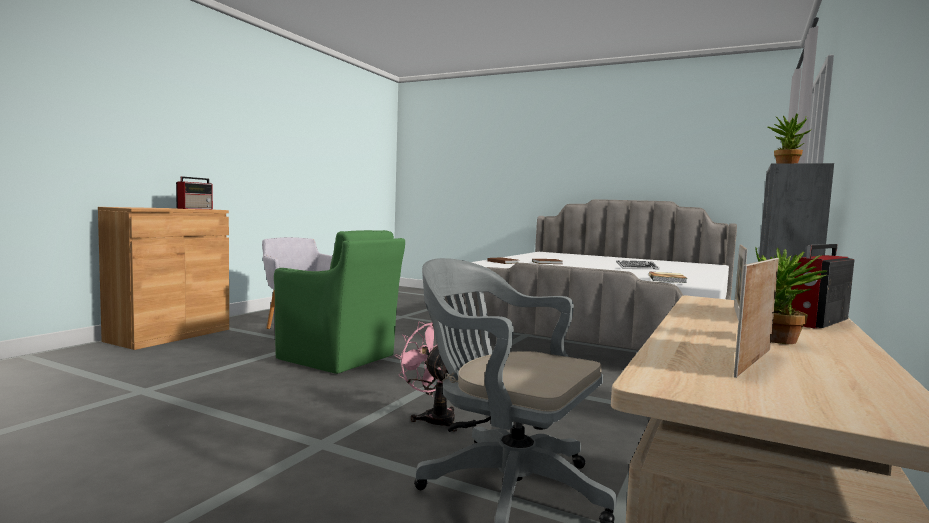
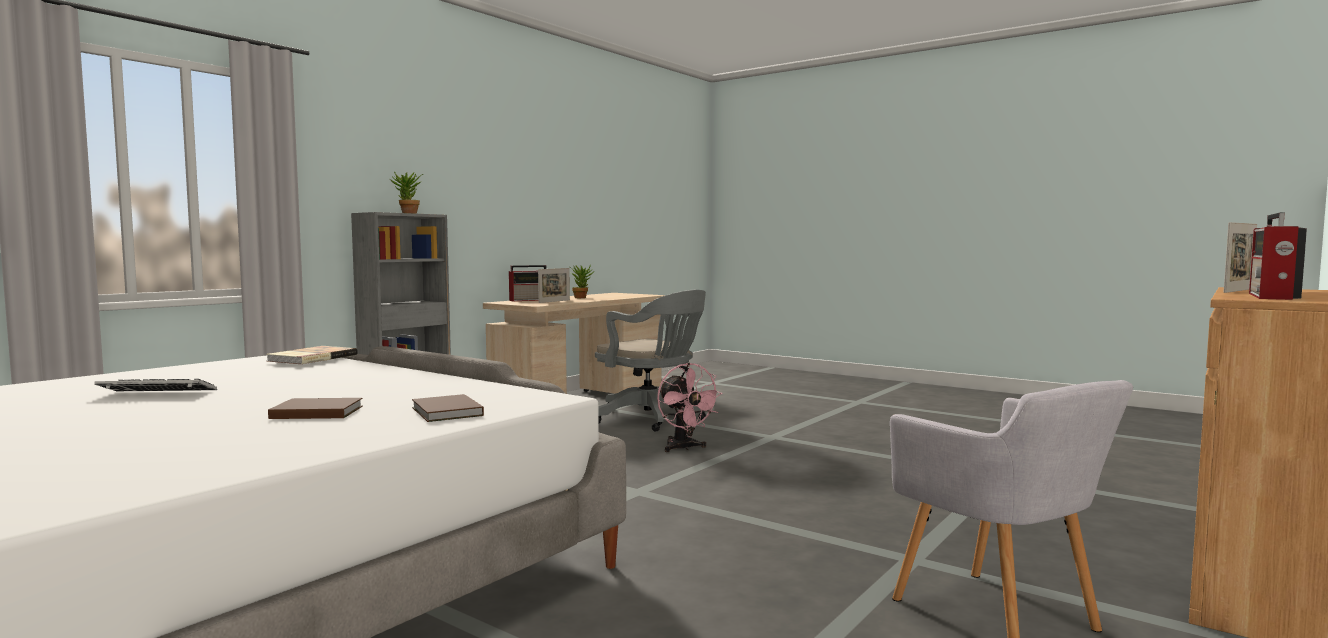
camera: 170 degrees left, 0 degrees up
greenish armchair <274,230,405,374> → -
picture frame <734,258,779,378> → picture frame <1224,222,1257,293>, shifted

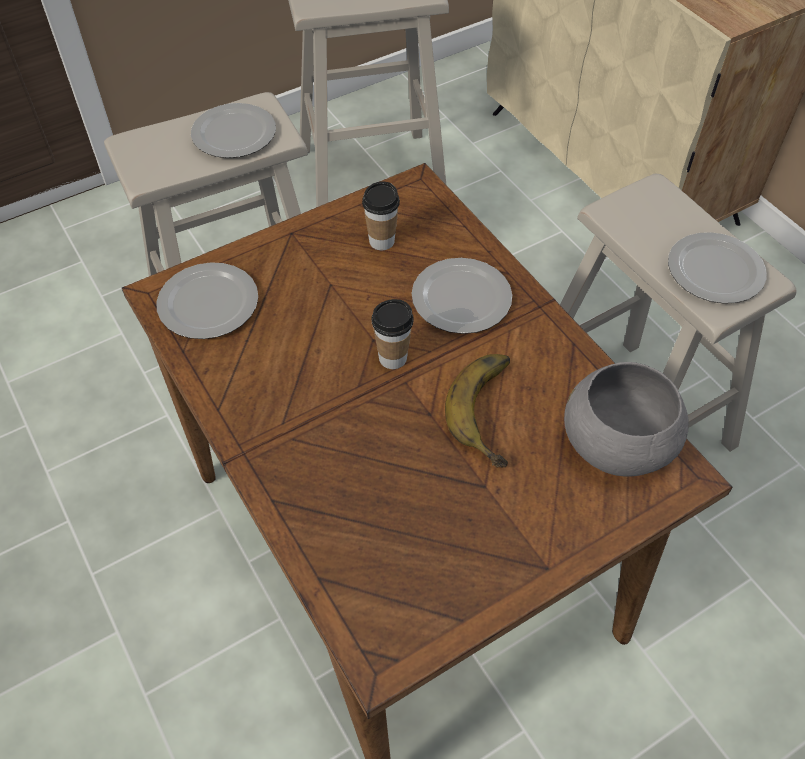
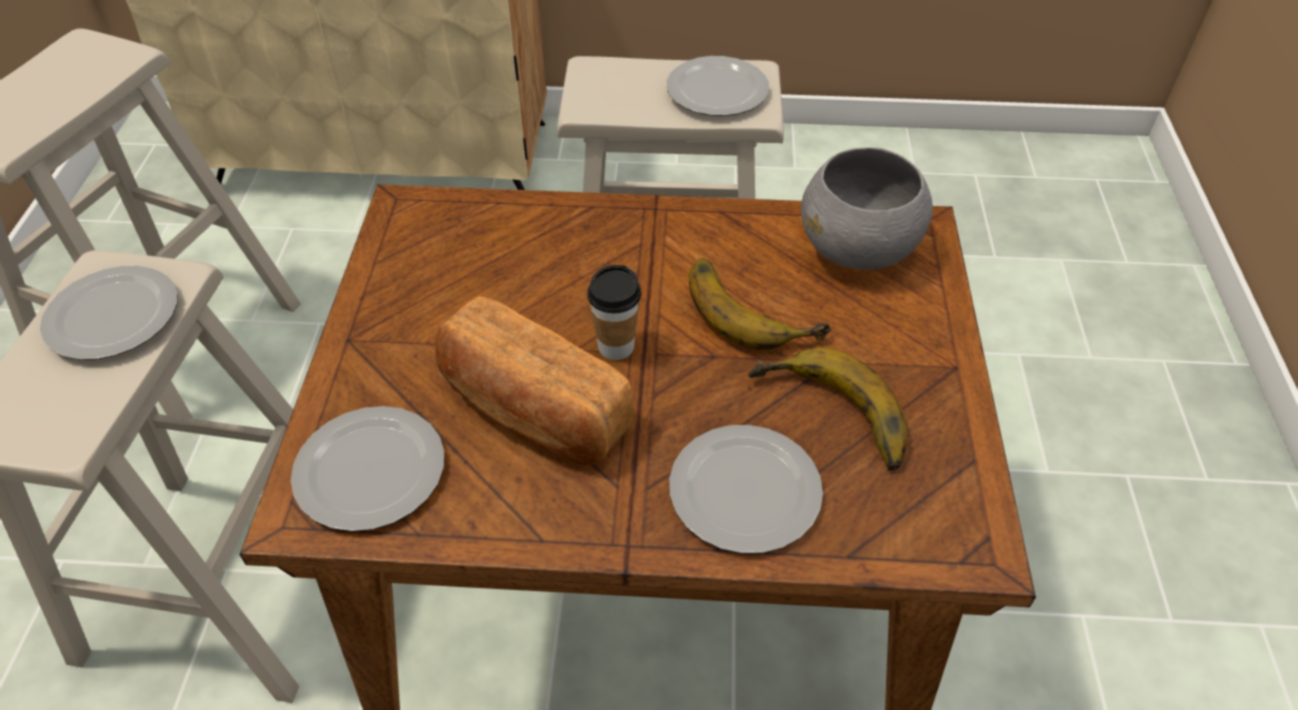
camera: 55 degrees left, 5 degrees down
small cup <362,182,400,250> → -
plate <412,258,512,334> → plate <669,425,823,554>, shifted
- → bakery bread <435,296,634,465>
- → whole banana <748,347,907,471>

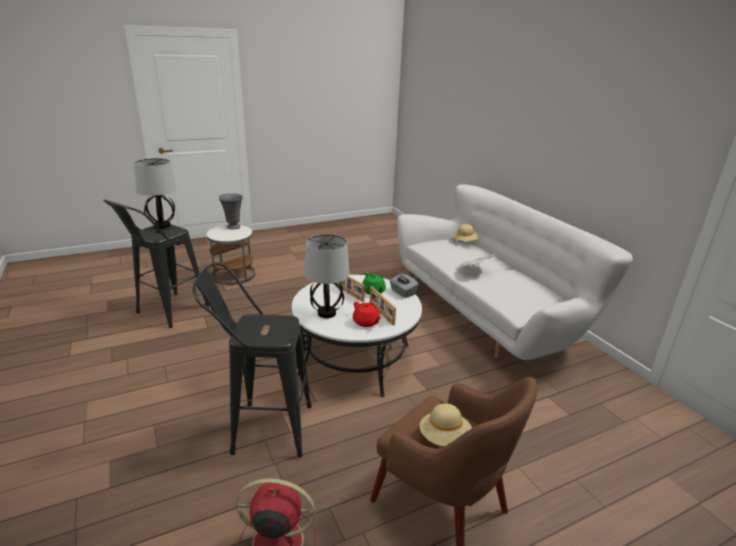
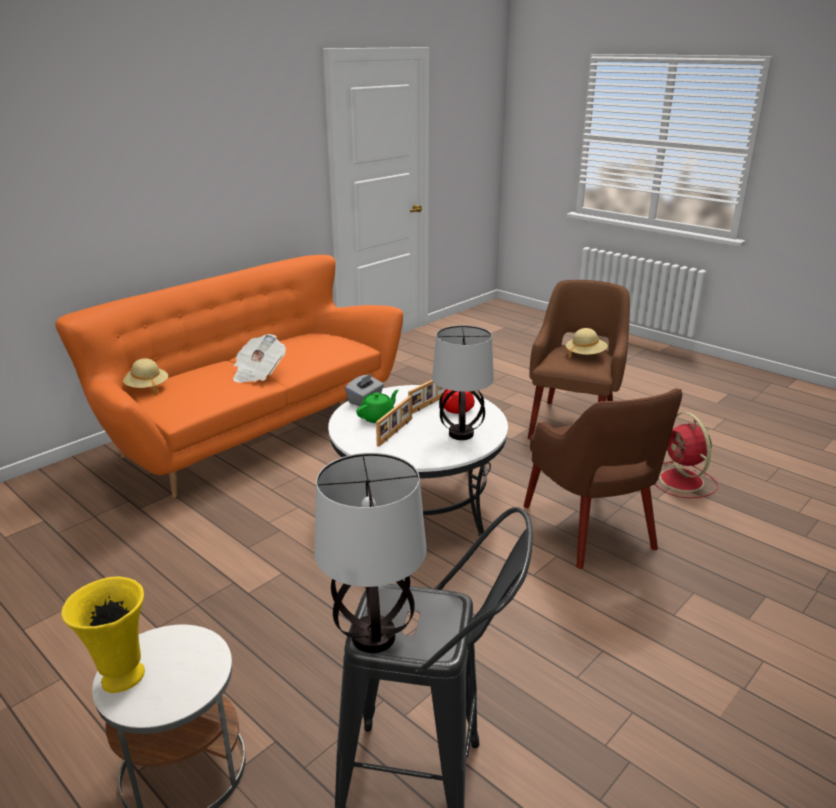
camera: 110 degrees left, 0 degrees up
white settee <397,184,633,360> → orange settee <55,255,403,498>
greyish flower vase <219,193,243,229> → yellowish flower vase <61,576,145,693>
black stool <192,262,312,458> → brown armchair <524,388,682,569>

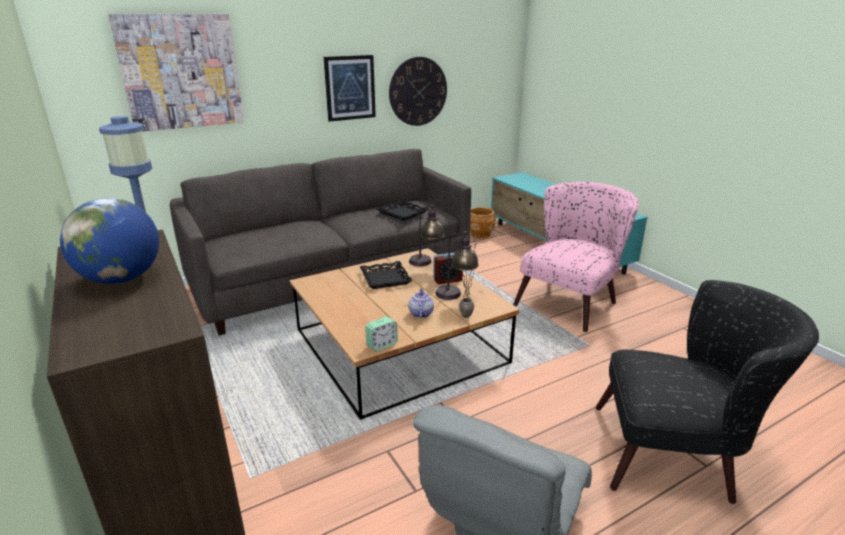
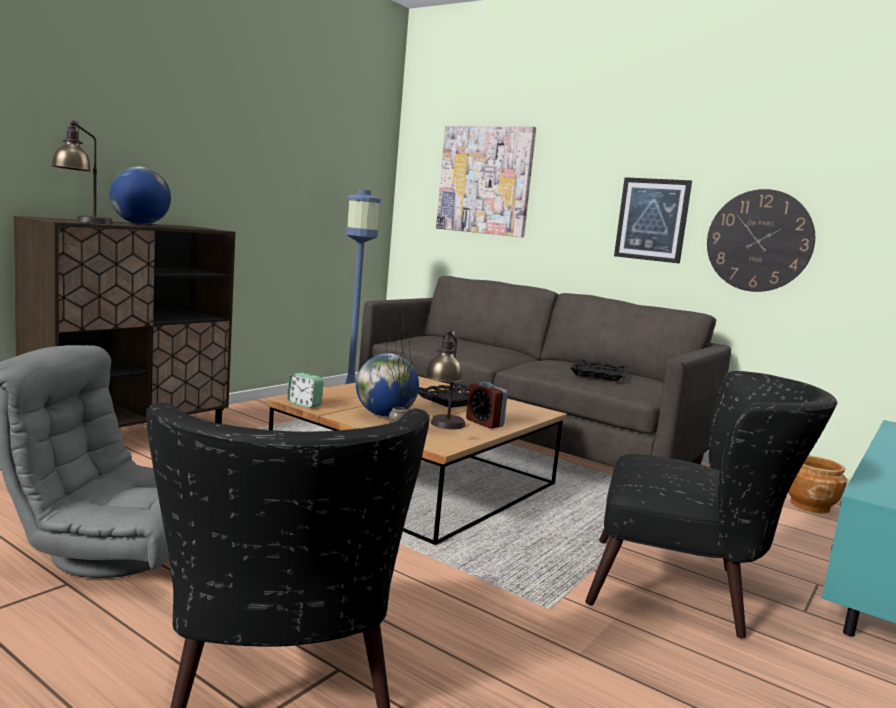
camera: 65 degrees right, 15 degrees down
pink armchair <513,182,639,332> → black armchair <585,371,837,638>
table lamp <409,204,445,266> → table lamp <51,120,113,224>, shifted
pot for tea <409,288,434,318> → desk globe <356,353,419,417>

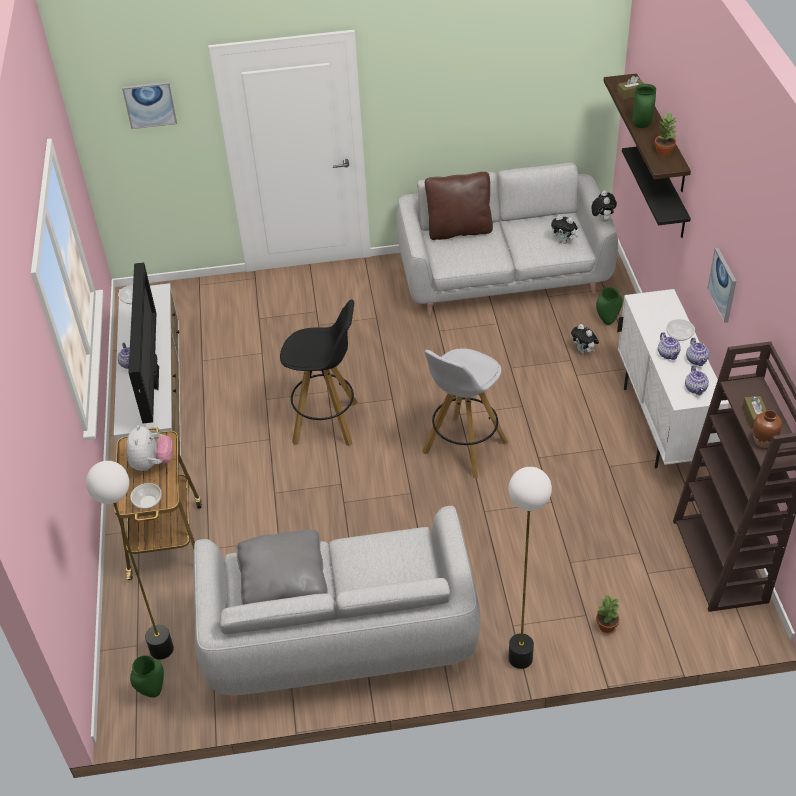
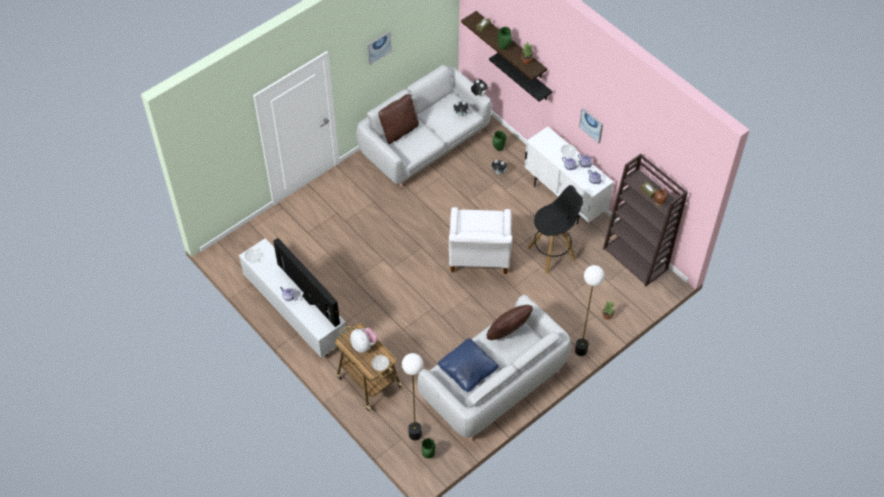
camera: 35 degrees left, 10 degrees up
wall art <122,82,177,129> → wall art <367,31,391,65>, shifted
black stool <280,299,358,446> → black stool <528,185,583,274>, shifted
white stool <422,349,508,478> → white armchair <449,207,513,274>
greyish pillow <236,529,328,605> → bluish pillow <438,338,499,392>
- → brown pillow <487,305,533,340>

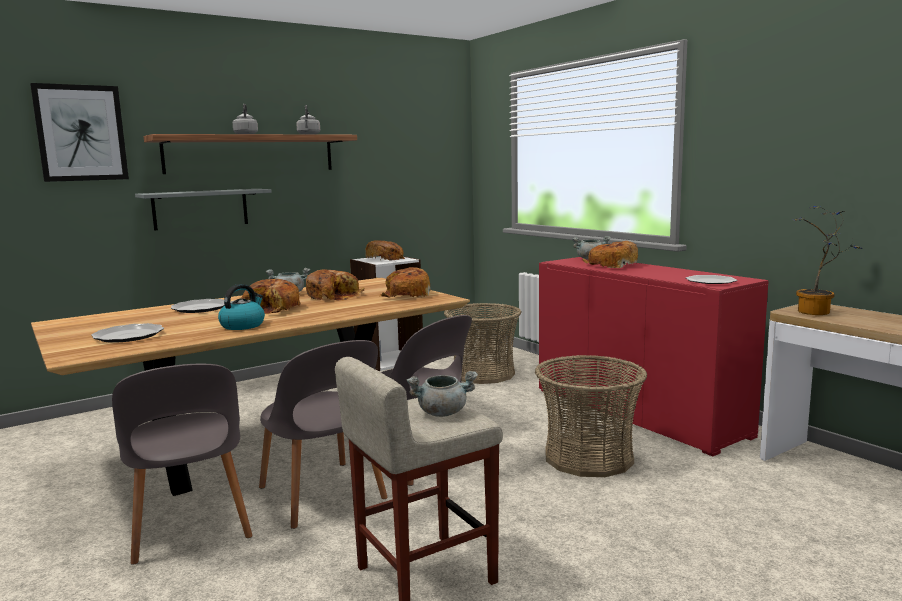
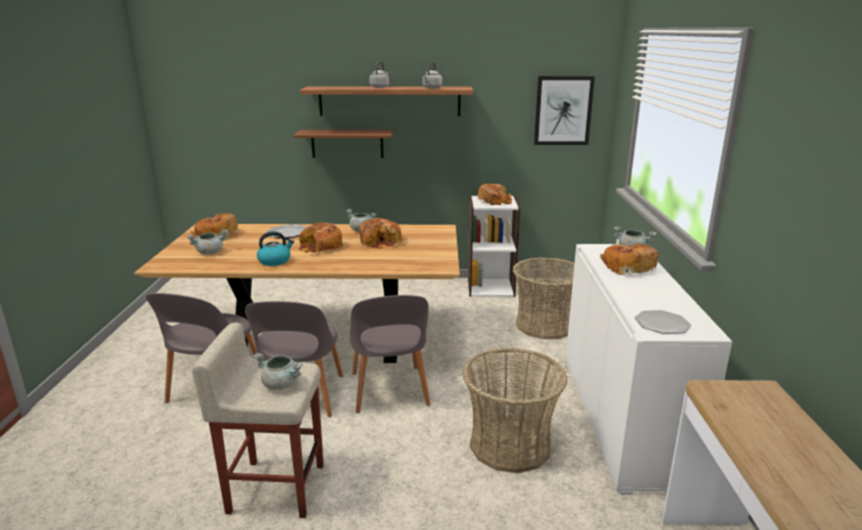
camera: 35 degrees right, 10 degrees up
wall art <30,83,129,182> → wall art <534,76,595,145>, shifted
greyish wall shelf <135,189,272,230> → brown wall shelf <293,130,393,158>
potted plant <793,206,862,315> → -
red-coloured storage cabinet <539,257,769,456> → white storage cabinet <566,244,732,495>
bakery bread <379,267,431,298> → bakery bread <190,213,238,236>, shifted
plate <91,323,164,343> → greyish cooking pot <187,230,228,255>

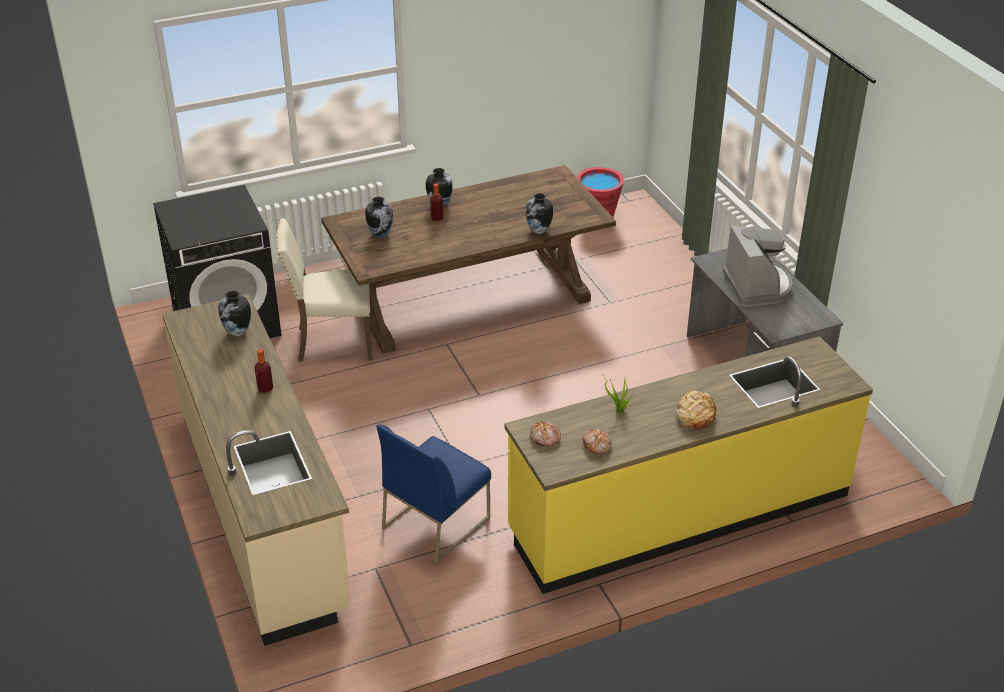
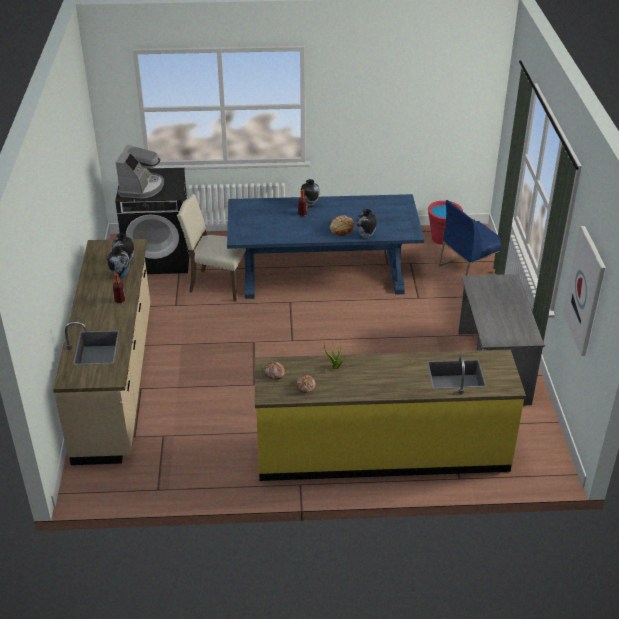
camera: 20 degrees right, 0 degrees up
brown dinner table <321,165,616,353> → bluish dinner table <227,194,424,299>
flower vase <365,196,393,238> → flower vase <107,247,130,278>, shifted
coffee maker <723,226,793,307> → coffee maker <116,145,164,199>, shifted
bakery bread <675,391,716,429> → bakery bread <330,215,354,236>, shifted
bluish upright chair <377,424,491,563> → bluish upright chair <438,200,501,288>, shifted
- → wall art <563,226,606,356>

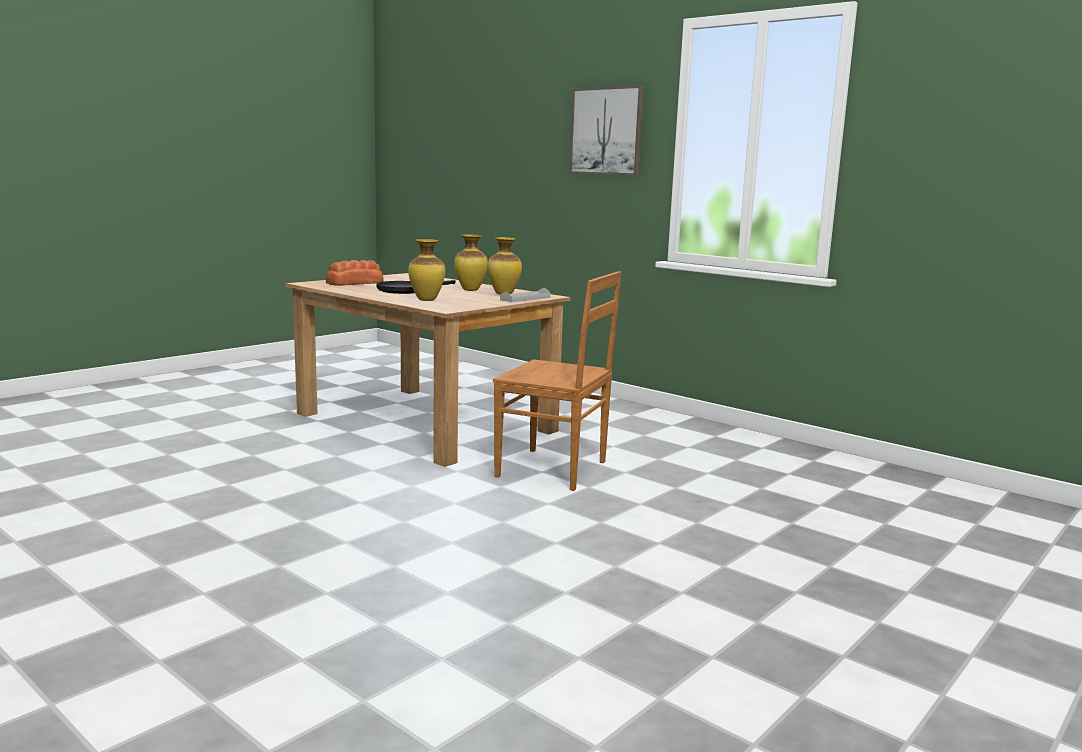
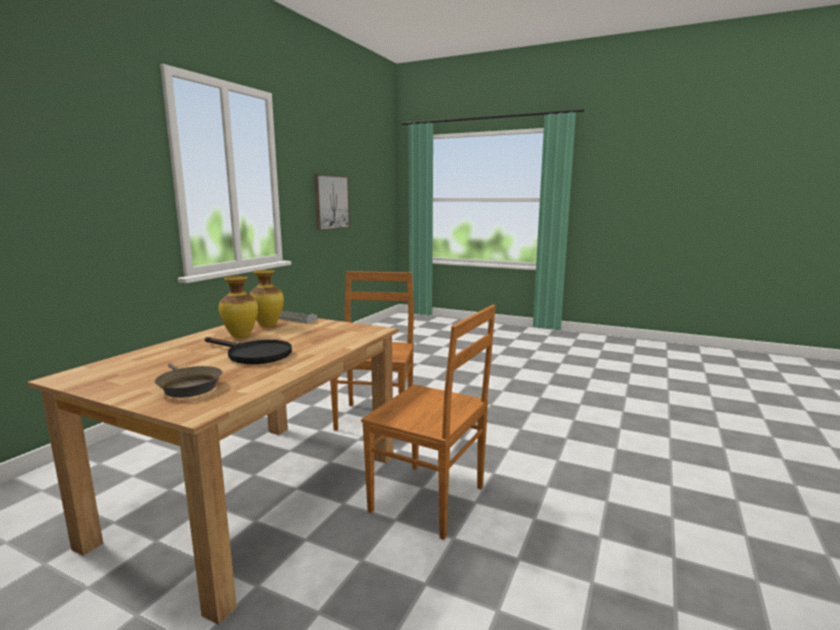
camera: 105 degrees left, 0 degrees up
wall art <569,86,644,175> → wall art <314,174,350,230>, shifted
flower vase <408,239,445,301> → -
bakery bread <326,260,384,286> → brown frying pan <155,363,222,398>
- → brown upright chair <361,305,496,540>

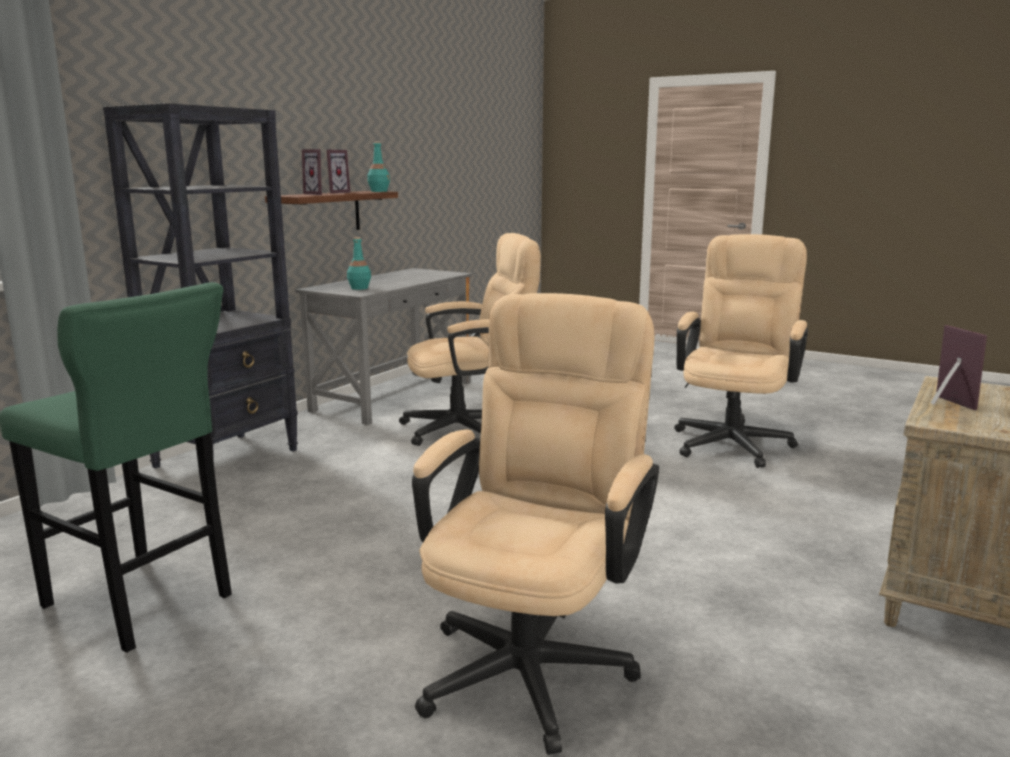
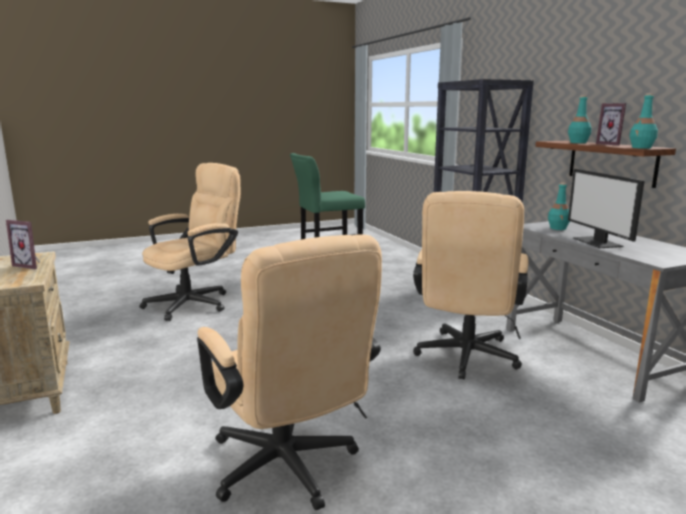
camera: 125 degrees right, 0 degrees up
picture frame <302,149,327,195> → turquoise drink bottle <568,95,592,143>
beige-coloured desk chair <412,293,659,755> → beige-coloured desk chair <139,163,241,321>, 105 degrees counterclockwise
- → computer display <568,169,644,248>

